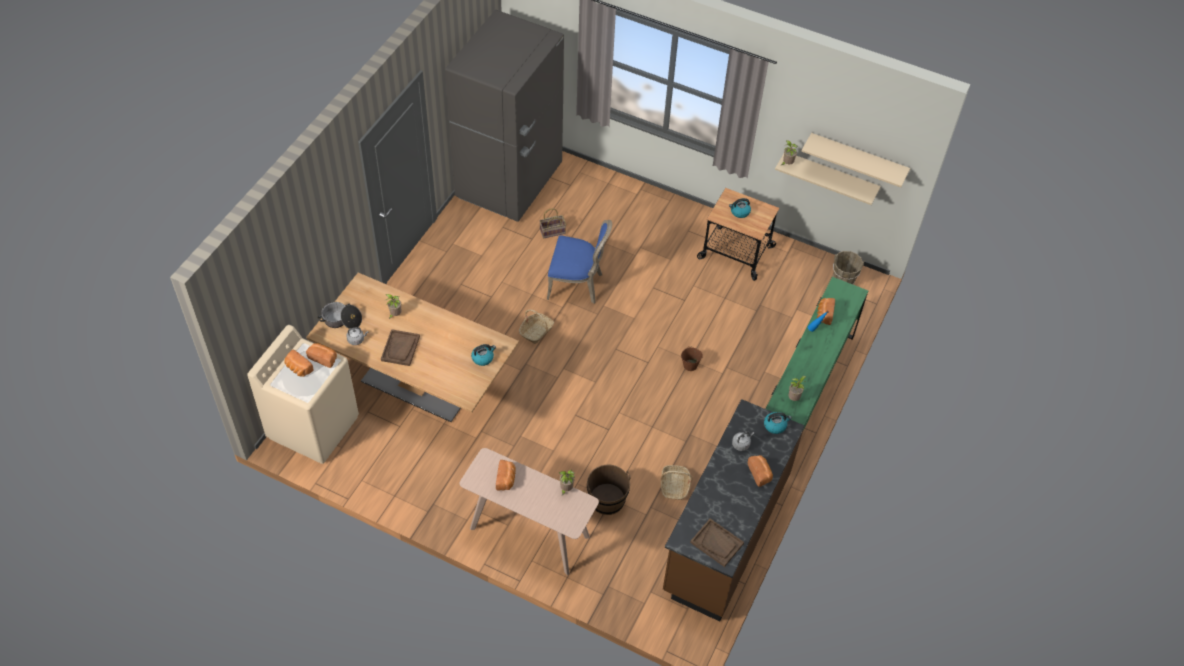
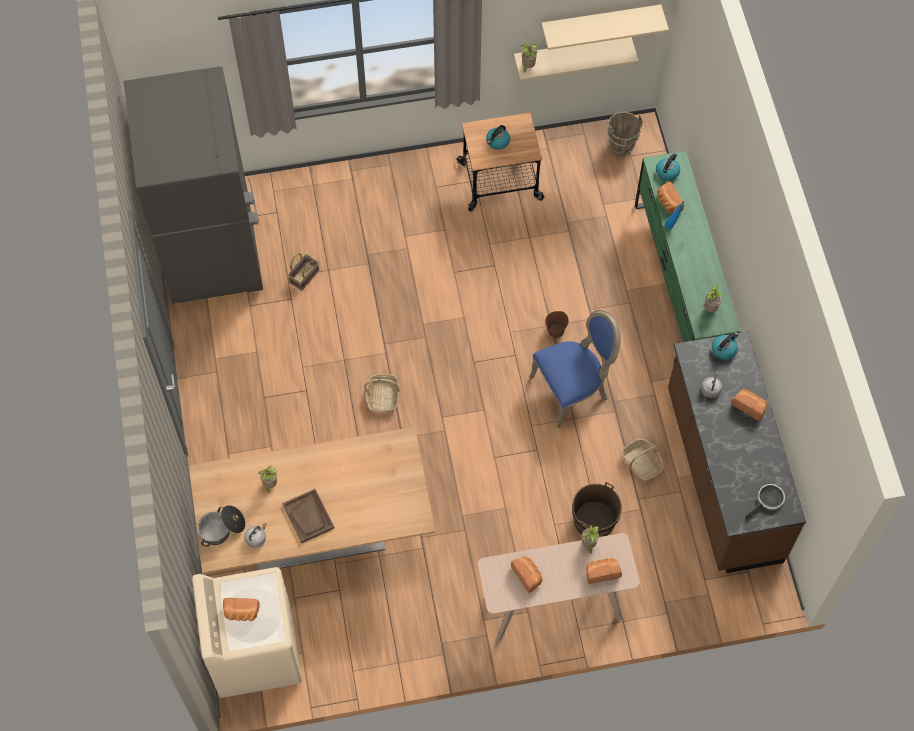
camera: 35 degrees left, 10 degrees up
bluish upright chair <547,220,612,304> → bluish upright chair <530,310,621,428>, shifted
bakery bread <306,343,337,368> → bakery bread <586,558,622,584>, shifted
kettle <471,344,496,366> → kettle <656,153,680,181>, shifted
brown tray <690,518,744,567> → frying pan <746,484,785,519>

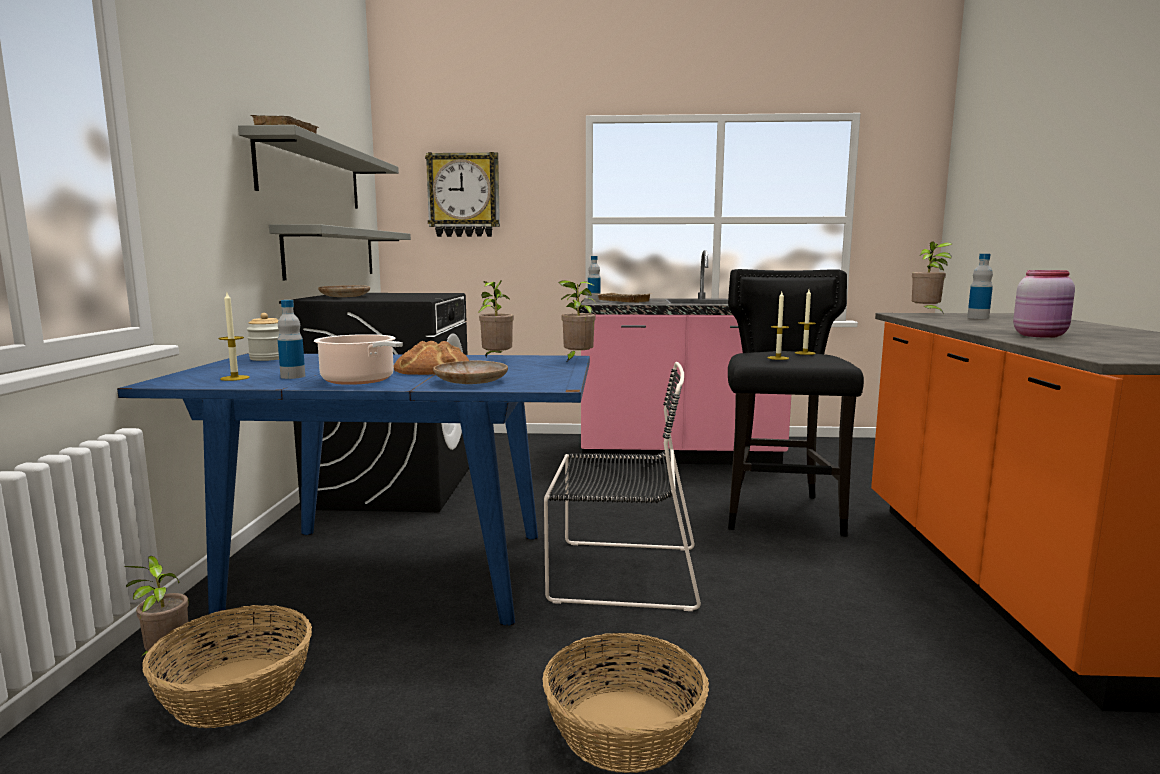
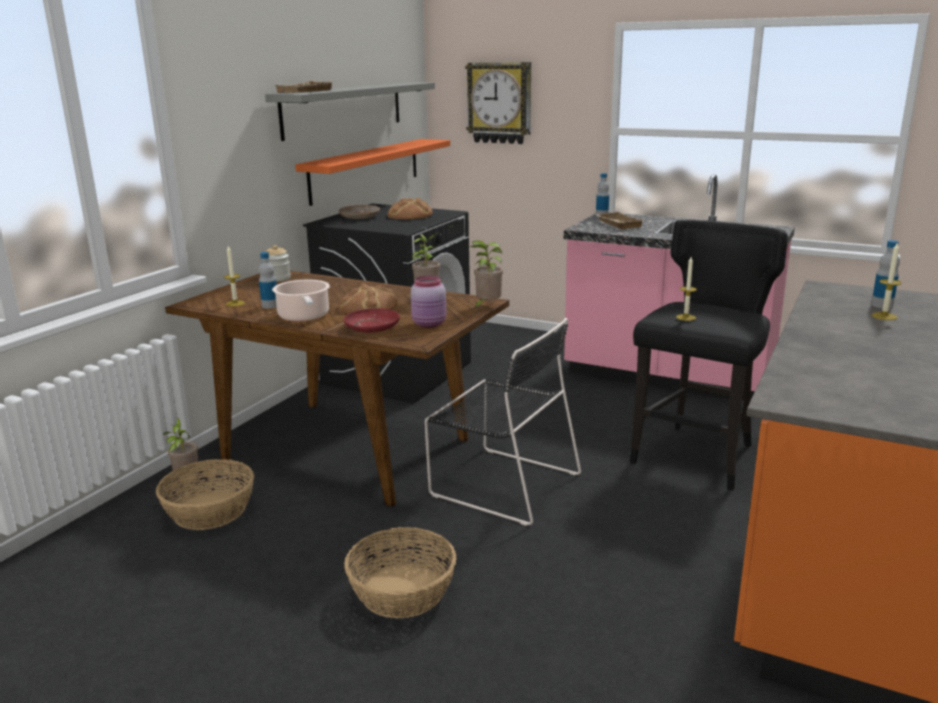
camera: 25 degrees right, 10 degrees up
greyish wall shelf <269,224,411,280> → orange wall shelf <295,139,450,206>
potted plant <912,241,952,314> → -
pink preserve jar <1013,270,1075,338> → pink preserve jar <411,275,446,328>, shifted
wax light <795,290,816,355> → wax light <872,242,902,320>, shifted
bluish dinner table <117,353,590,626> → brown dinner table <165,271,509,507>
beige-coloured plate <433,360,508,384> → red-coloured plate <344,308,400,333>
- → bakery bread <387,198,433,219>

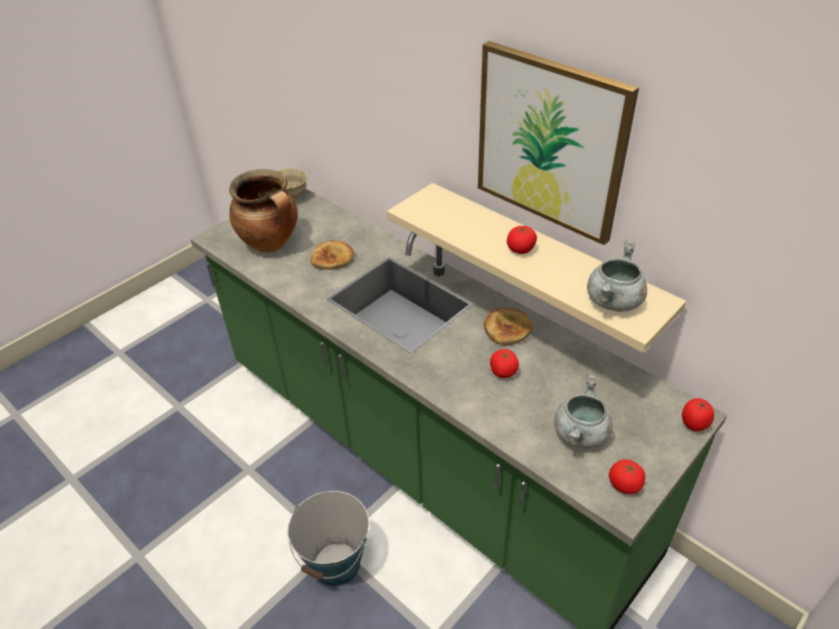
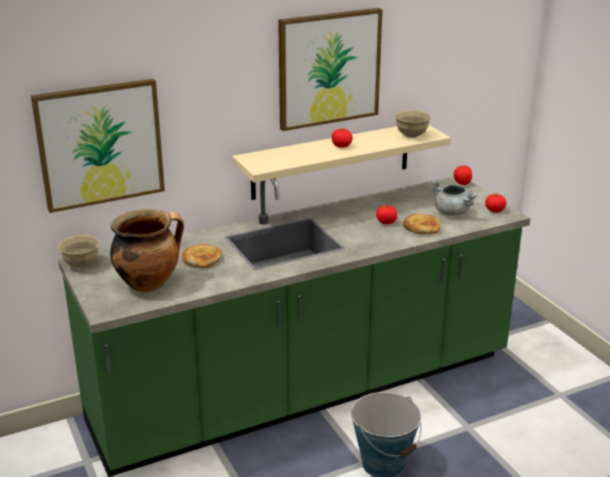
camera: 70 degrees left, 15 degrees down
greyish cooking pot <587,241,647,312> → beige-coloured serving bowl <395,110,432,138>
bakery bread <484,308,533,346> → bakery bread <403,214,440,234>, shifted
- → wall art <31,79,165,213>

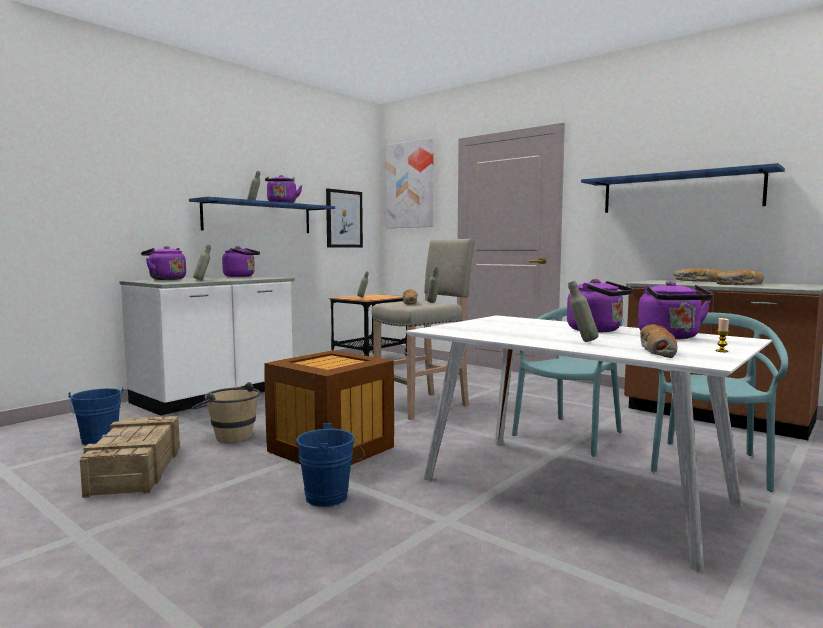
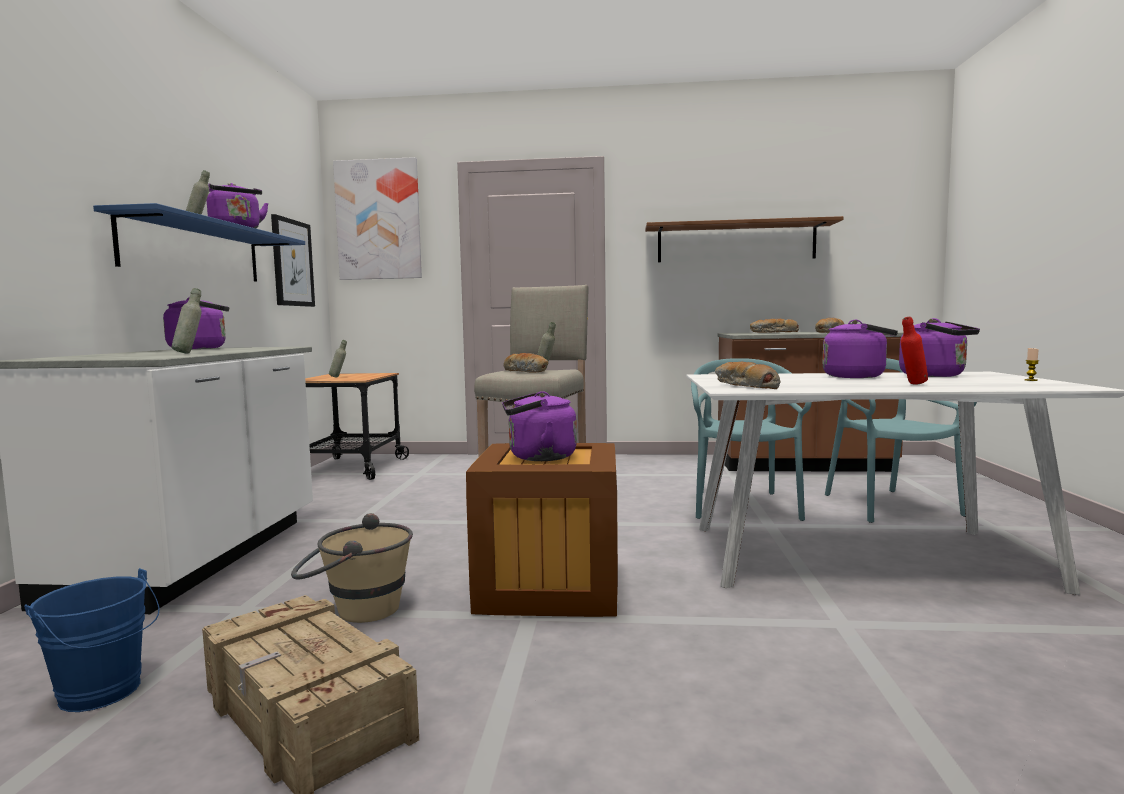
camera: 35 degrees left, 0 degrees up
bluish wall shelf <581,163,785,213> → brown wall shelf <645,216,843,262>
purplish kettle <141,246,186,280> → purplish kettle <502,391,577,461>, shifted
greyish drink bottle <568,281,599,342> → red-coloured drink bottle <900,317,928,385>
bakery bread <640,324,678,358> → bakery bread <715,362,780,389>, shifted
bluish bucket <296,423,365,507> → -

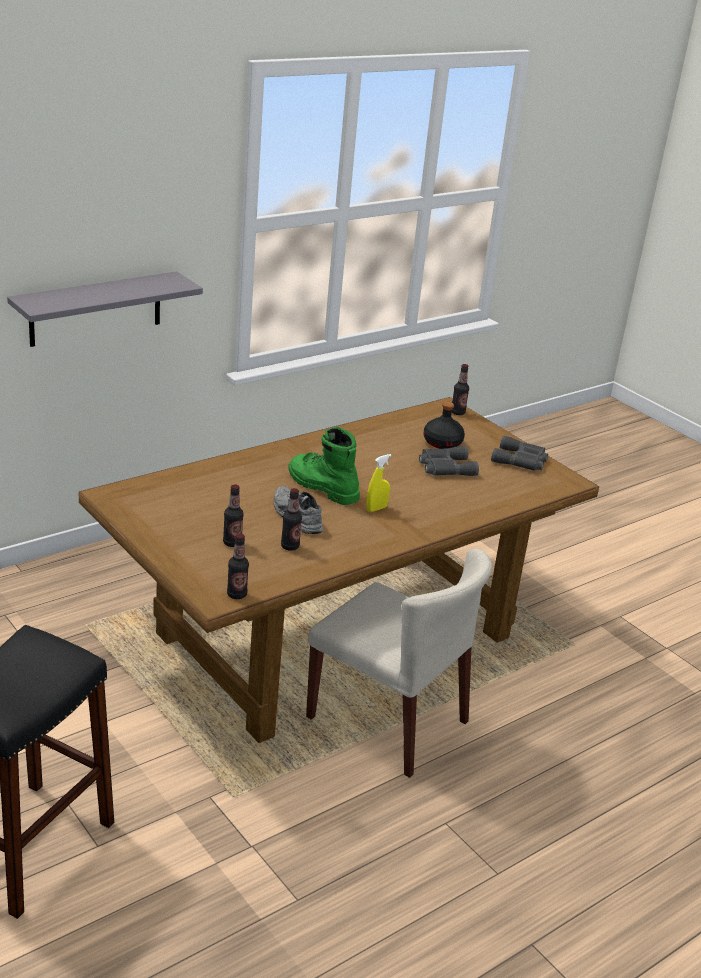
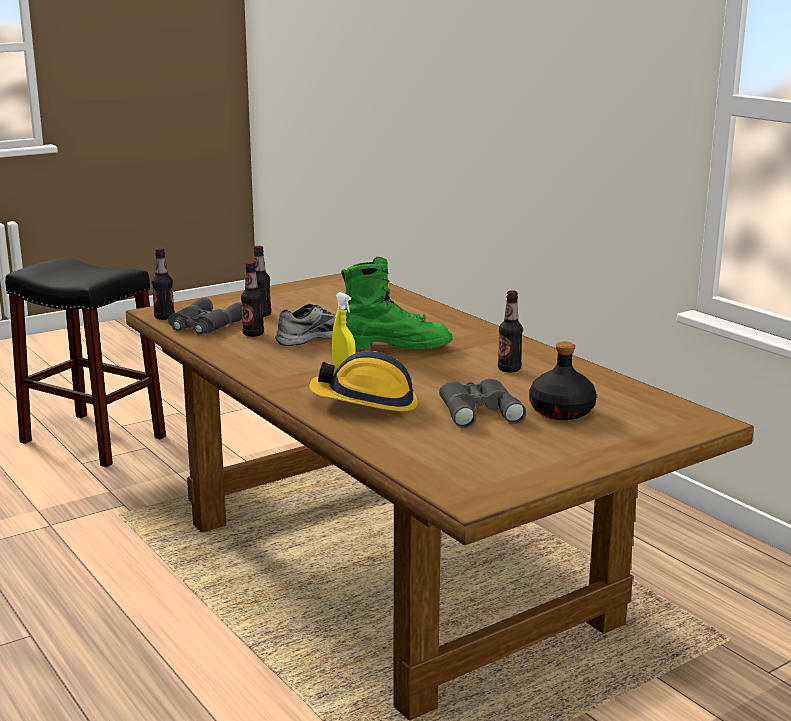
camera: 95 degrees right, 10 degrees down
greyish wall shelf <7,271,203,347> → -
drink bottle <452,364,469,415> → drink bottle <498,290,523,372>, shifted
greenish high-top boot <288,427,360,505> → greenish high-top boot <341,257,453,350>, 45 degrees clockwise
greyish binoculars <491,435,548,471> → greyish binoculars <168,297,242,334>, shifted
beige-coloured upright chair <306,549,492,778> → -
- → hard hat <309,351,418,412>

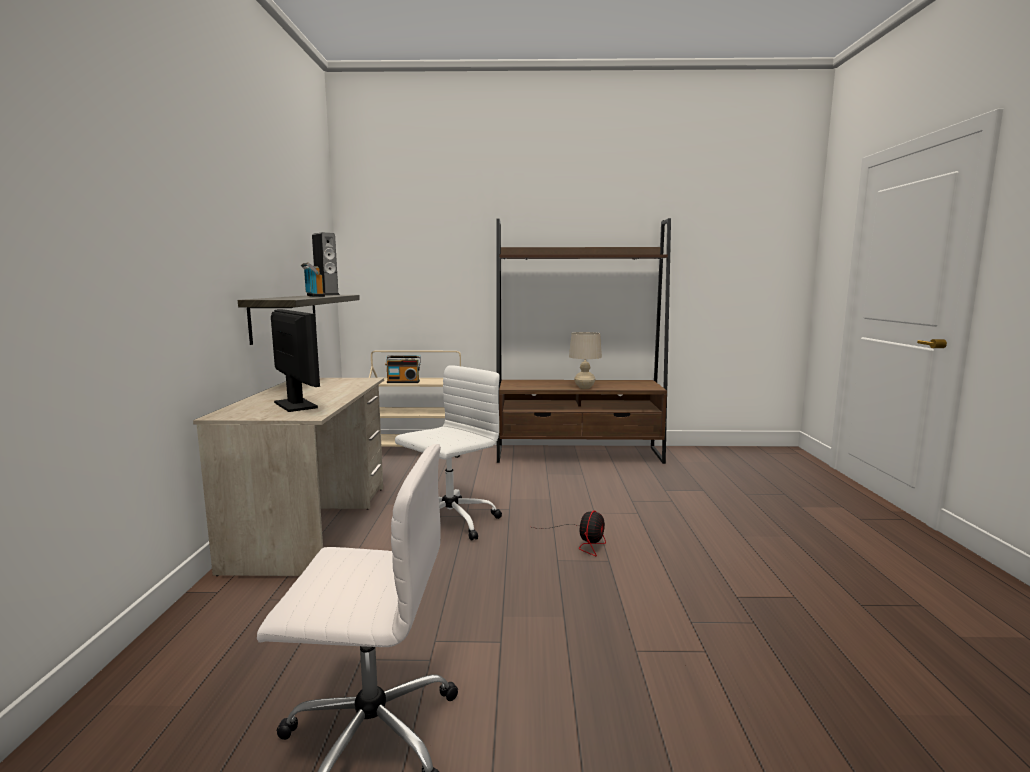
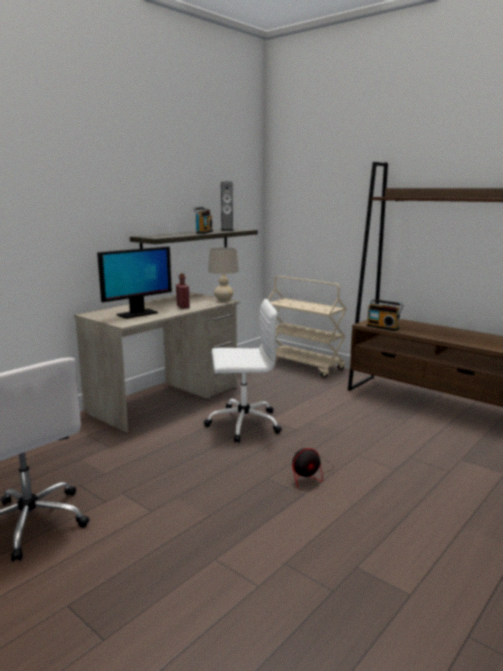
camera: 40 degrees right, 5 degrees up
computer display <271,309,320,412> → computer display <97,247,172,319>, 45 degrees clockwise
beige-coloured table lamp <569,332,602,389> → beige-coloured table lamp <208,247,239,302>, shifted
radio receiver <385,356,421,383> → radio receiver <367,299,404,331>, shifted
- → red-coloured drink bottle <176,273,190,309>

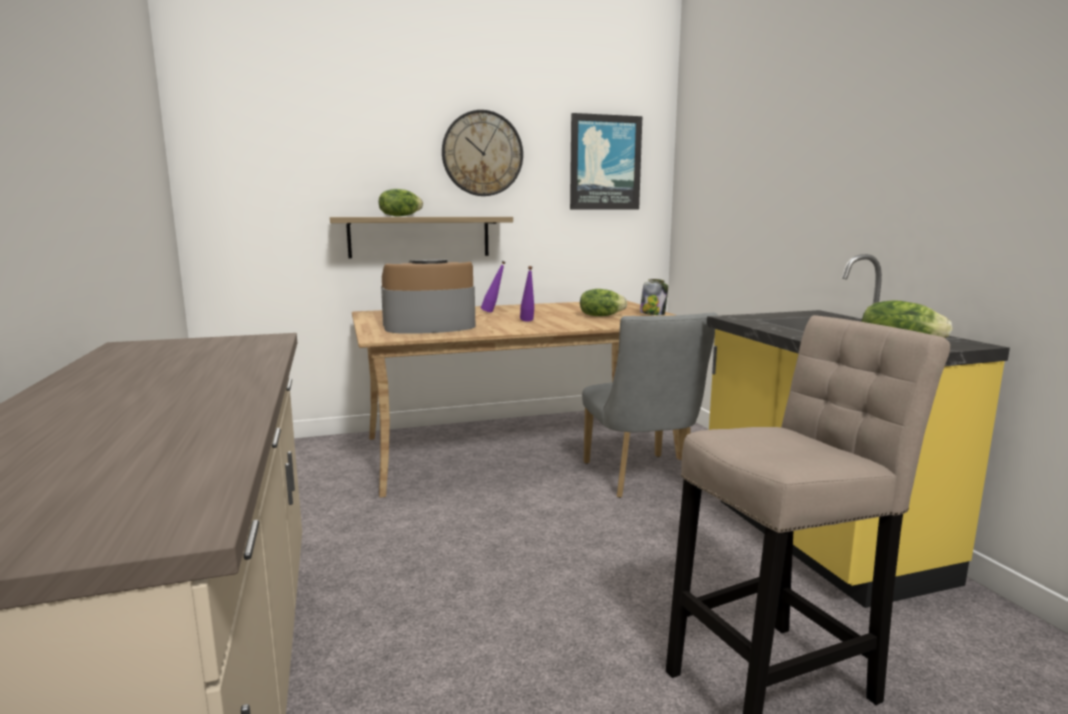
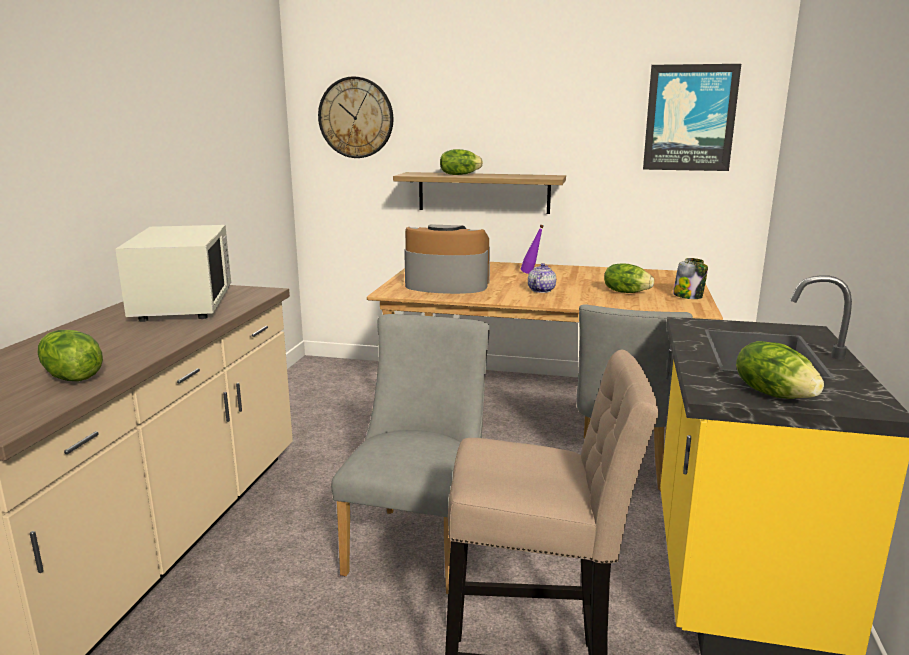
camera: 30 degrees right, 5 degrees up
hanging clock <442,110,523,196> → hanging clock <318,76,393,158>, shifted
purplish drink bottle <520,266,534,322> → pot for tea <528,263,556,293>
- → white microwave <115,225,231,322>
- → greyish upright chair <331,314,490,594>
- → lettuce head <37,330,103,381>

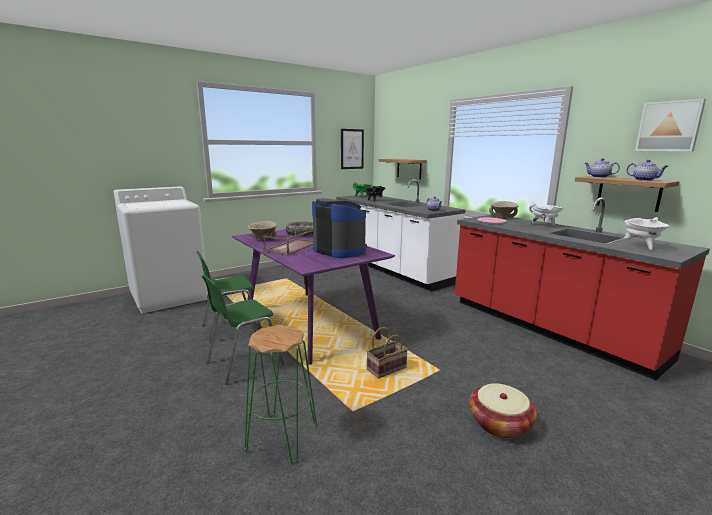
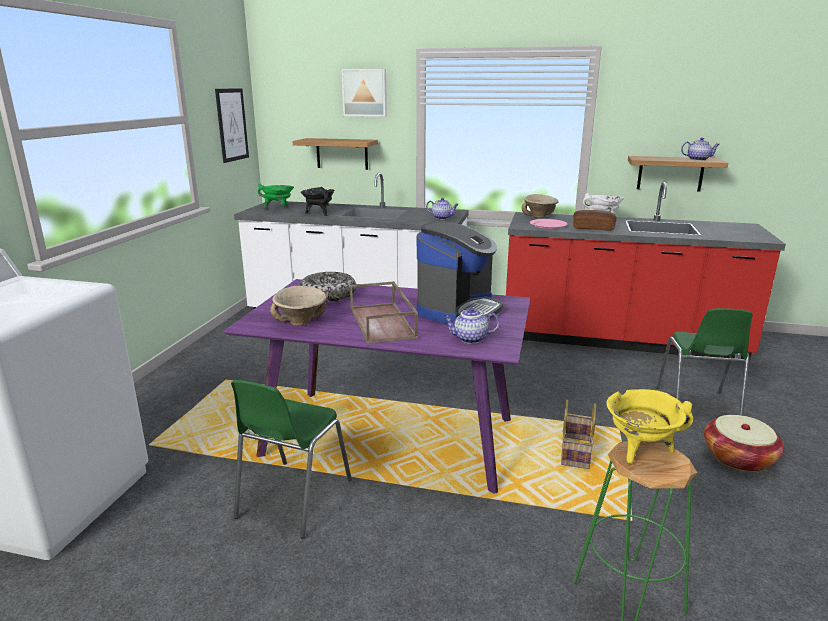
camera: 40 degrees left, 5 degrees up
wall art <635,99,706,151> → wall art <341,69,387,117>, shifted
pot for tea <585,158,620,178> → pot for tea <443,307,500,344>, shifted
coffee maker <312,198,367,258> → coffee maker <417,222,503,324>, 120 degrees clockwise
white cooking pot <624,217,669,251> → -
greenish upright chair <202,275,284,385> → greenish upright chair <656,308,753,416>, shifted
- → bakery bread <573,210,617,231>
- → yellowish cooking pot <606,389,693,464>

